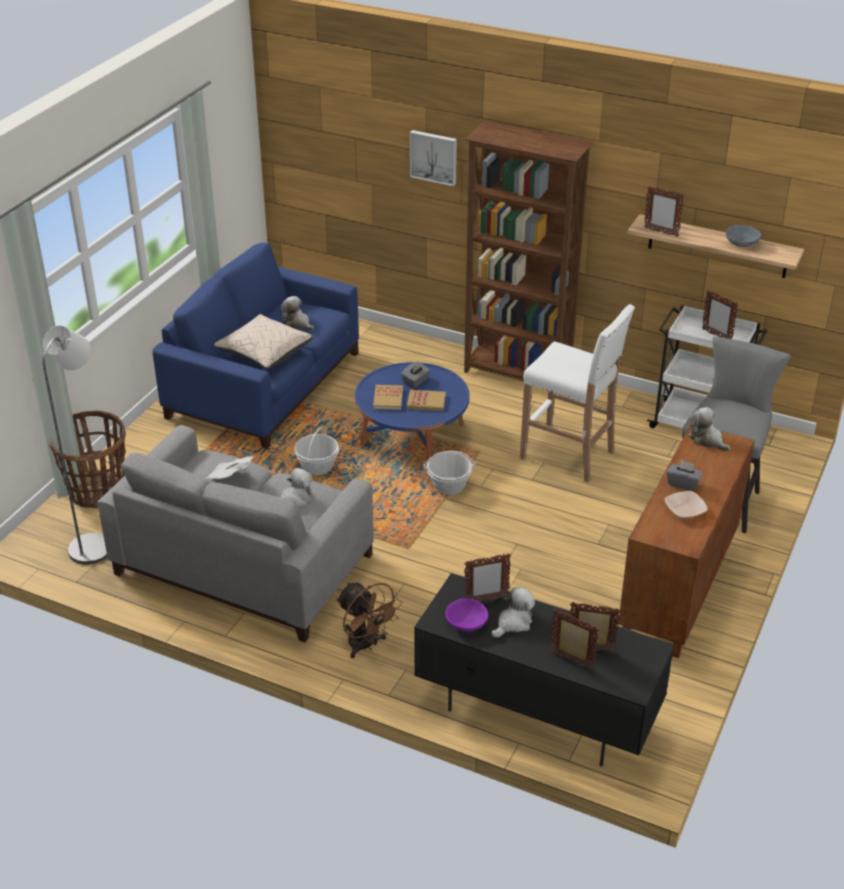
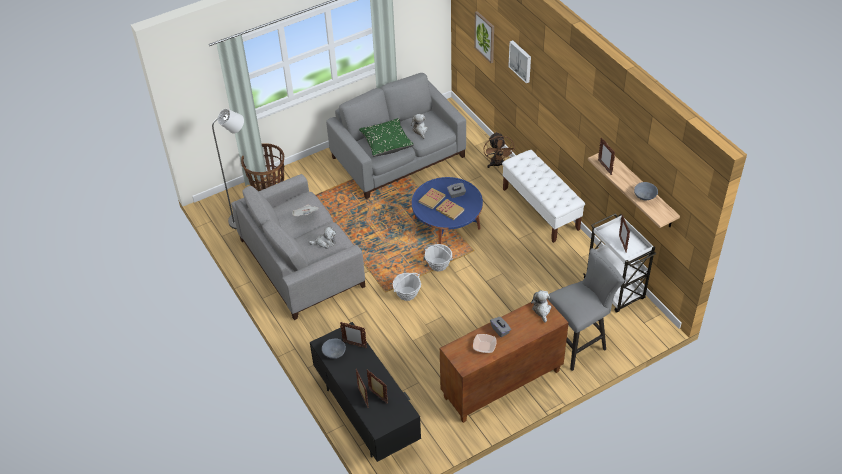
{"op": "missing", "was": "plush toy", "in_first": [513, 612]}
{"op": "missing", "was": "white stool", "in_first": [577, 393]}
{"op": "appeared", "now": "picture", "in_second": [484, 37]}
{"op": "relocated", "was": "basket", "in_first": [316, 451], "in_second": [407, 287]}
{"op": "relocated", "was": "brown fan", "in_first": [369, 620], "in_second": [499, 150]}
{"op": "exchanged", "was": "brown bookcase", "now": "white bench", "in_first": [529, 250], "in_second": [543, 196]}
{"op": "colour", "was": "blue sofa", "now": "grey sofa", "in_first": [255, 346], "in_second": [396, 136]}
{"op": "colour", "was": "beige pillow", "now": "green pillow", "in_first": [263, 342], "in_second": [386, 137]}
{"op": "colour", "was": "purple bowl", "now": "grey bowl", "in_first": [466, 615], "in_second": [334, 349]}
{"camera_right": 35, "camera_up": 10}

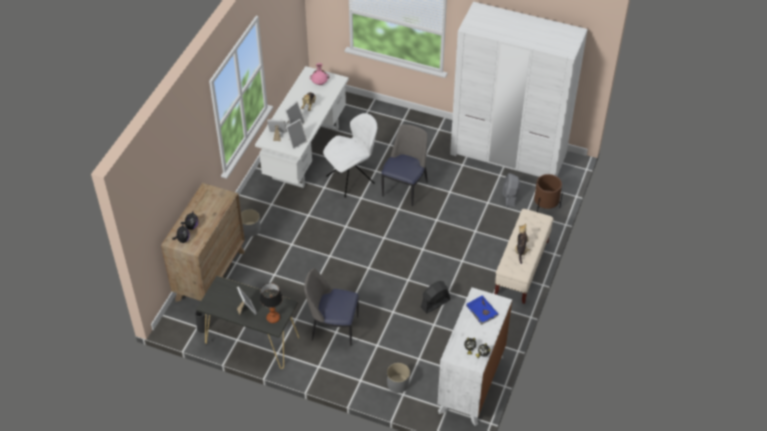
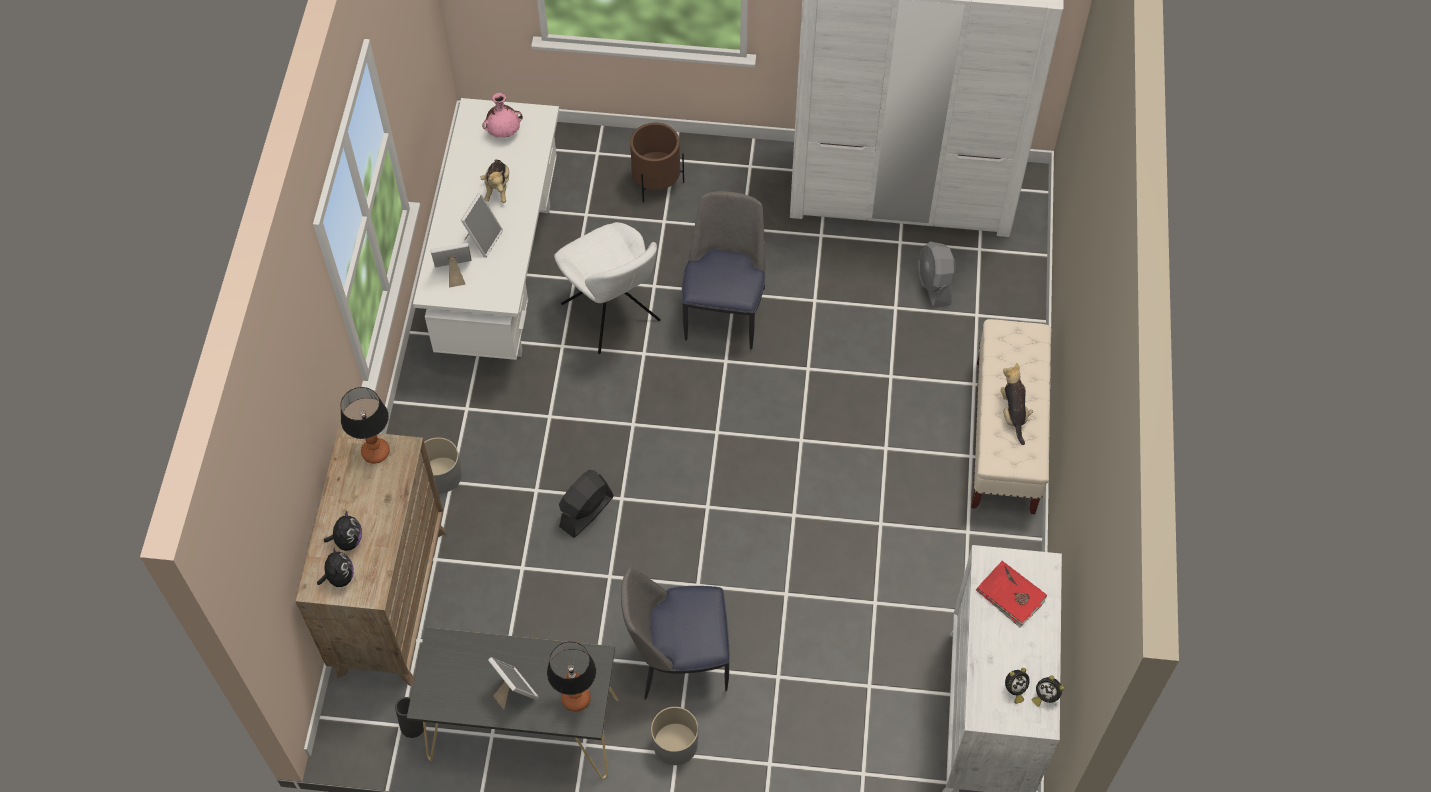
{"op": "missing", "was": "picture frame", "in_first": [296, 134]}
{"op": "appeared", "now": "table lamp", "in_second": [365, 425]}
{"op": "relocated", "was": "grey planter", "in_first": [398, 378], "in_second": [674, 736]}
{"op": "relocated", "was": "black fan", "in_first": [435, 297], "in_second": [586, 504]}
{"op": "relocated", "was": "brown planter", "in_first": [548, 193], "in_second": [657, 163]}
{"op": "colour", "was": "blue book", "now": "red book", "in_first": [482, 310], "in_second": [1011, 594]}
{"op": "spun", "was": "white chair", "in_first": [350, 155], "in_second": [607, 288], "clockwise": 105}
{"camera_right": -15, "camera_up": 10}

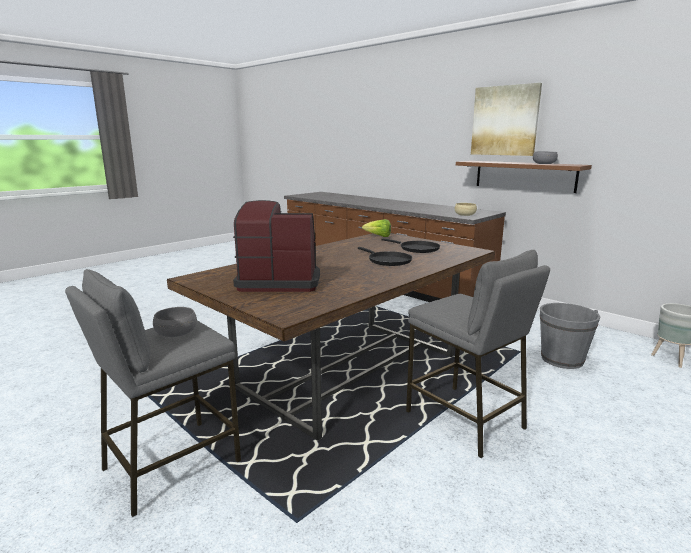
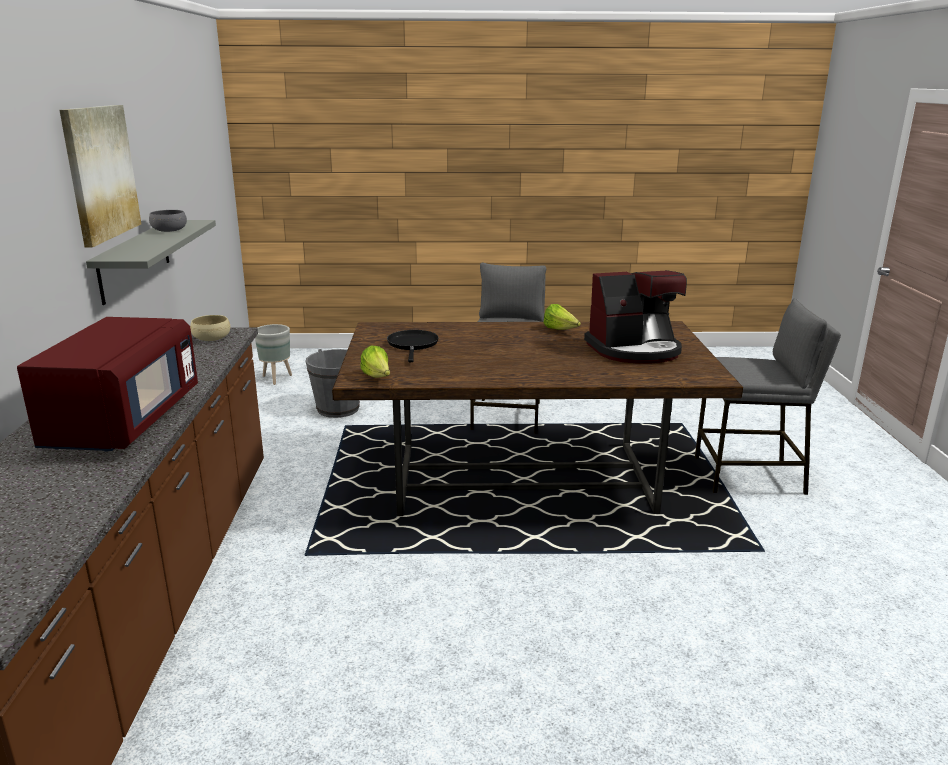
{"op": "missing", "was": "grey bowl", "in_first": [175, 322]}
{"op": "missing", "was": "black frying pan", "in_first": [385, 256]}
{"op": "appeared", "now": "red microwave", "in_second": [107, 384]}
{"op": "appeared", "now": "lettuce", "in_second": [562, 317]}
{"op": "colour", "was": "brown shelf", "now": "grey shelf", "in_first": [524, 177], "in_second": [151, 262]}
{"op": "spun", "was": "coffee machine", "in_first": [276, 246], "in_second": [635, 316], "clockwise": -60}
{"camera_right": -135, "camera_up": 5}

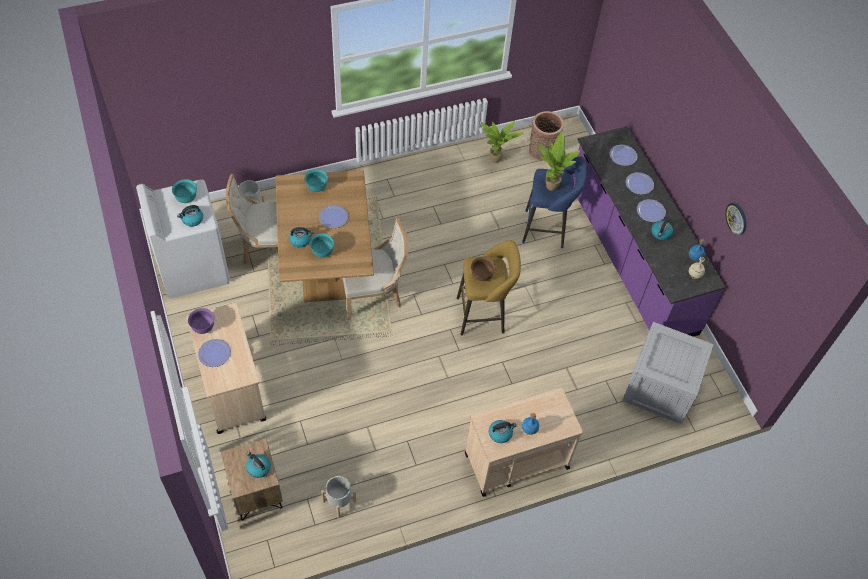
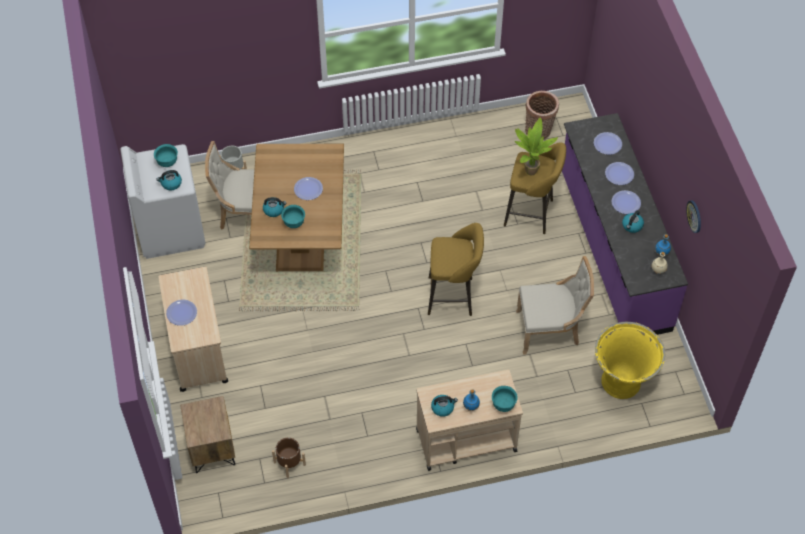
{"op": "missing", "was": "purple bowl", "in_first": [201, 321]}
{"op": "missing", "was": "kettle", "in_first": [258, 464]}
{"op": "missing", "was": "brown bowl", "in_first": [483, 269]}
{"op": "missing", "was": "potted plant", "in_first": [502, 142]}
{"op": "relocated", "was": "turquoise bowl", "in_first": [316, 180], "in_second": [505, 399]}
{"op": "relocated", "was": "beige chair", "in_first": [374, 269], "in_second": [555, 305]}
{"op": "exchanged", "was": "crate", "now": "yellow planter", "in_first": [668, 373], "in_second": [630, 360]}
{"op": "colour", "was": "grey planter", "now": "brown planter", "in_first": [338, 496], "in_second": [289, 458]}
{"op": "colour", "was": "blue stool", "now": "yellow stool", "in_first": [554, 202], "in_second": [535, 188]}
{"camera_right": 10, "camera_up": 0}

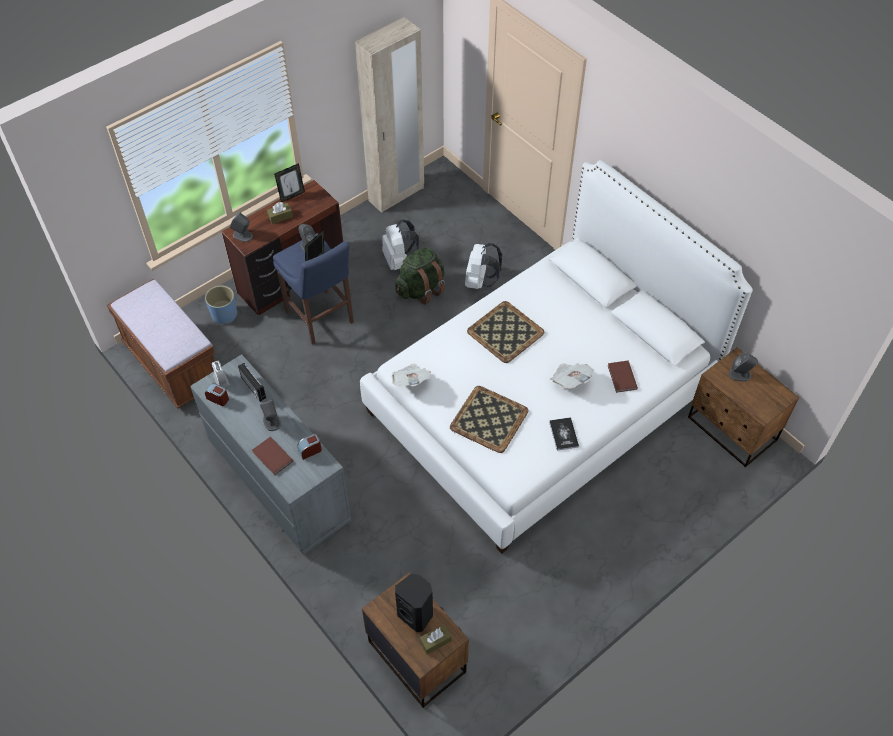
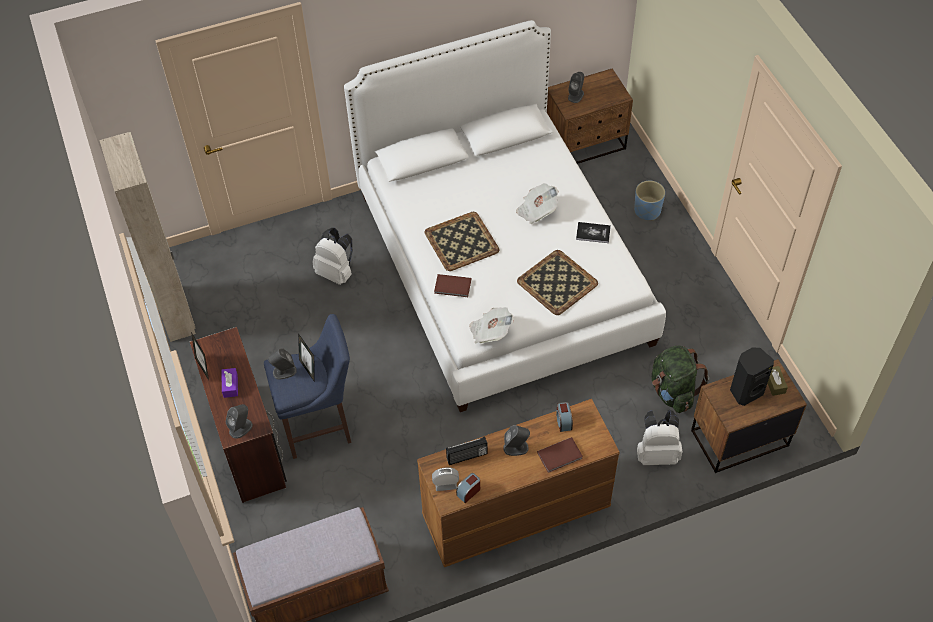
{"op": "relocated", "was": "blue planter", "in_first": [221, 305], "in_second": [649, 200]}
{"op": "relocated", "was": "white backpack", "in_first": [400, 245], "in_second": [659, 437]}
{"op": "relocated", "was": "green backpack", "in_first": [420, 276], "in_second": [680, 379]}
{"op": "relocated", "was": "brown book", "in_first": [623, 377], "in_second": [452, 285]}
{"op": "colour", "was": "grey dresser", "now": "brown dresser", "in_first": [271, 454], "in_second": [518, 483]}
{"op": "colour", "was": "brown tissue box", "now": "purple tissue box", "in_first": [280, 213], "in_second": [229, 383]}
{"camera_right": -70, "camera_up": 0}

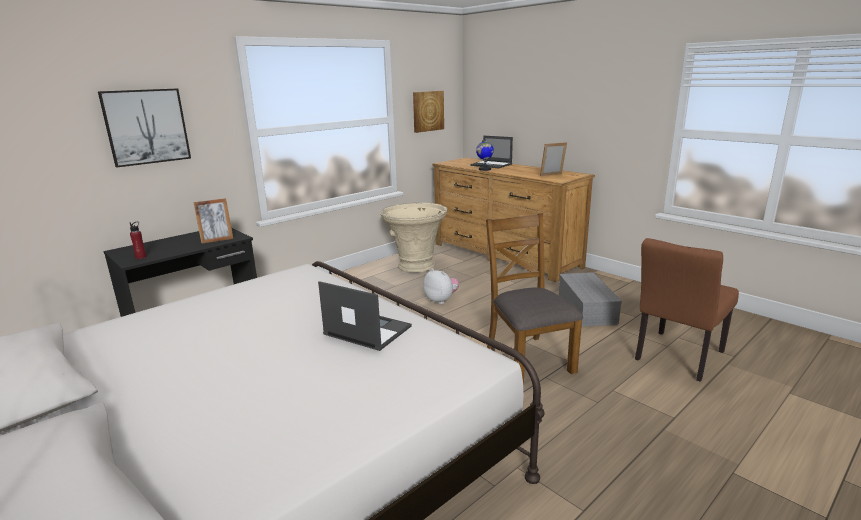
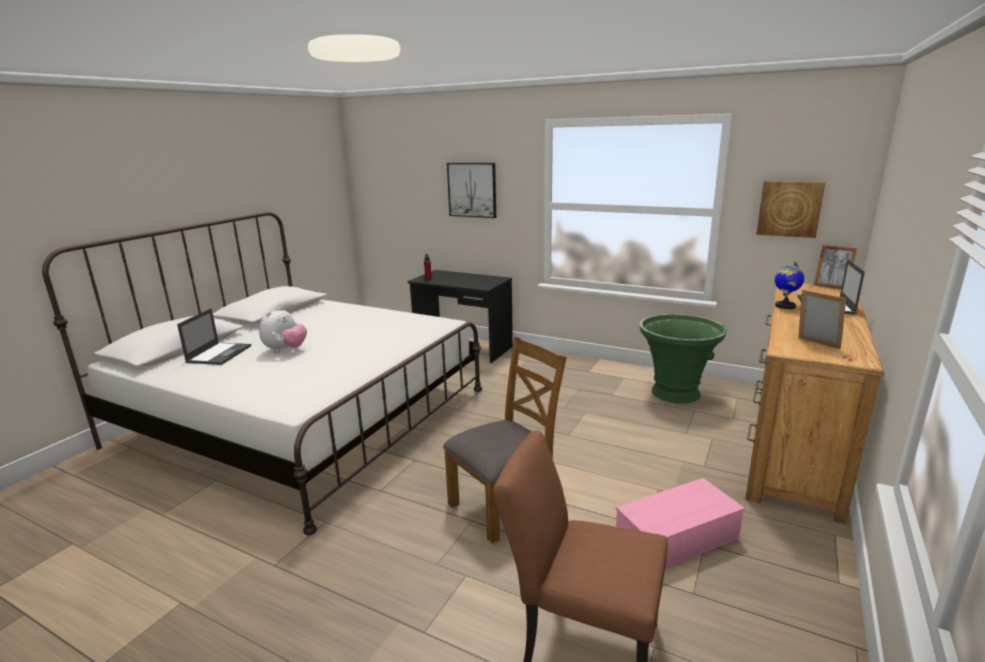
{"op": "relocated", "was": "picture frame", "in_first": [213, 221], "in_second": [835, 267]}
{"op": "relocated", "was": "laptop", "in_first": [365, 316], "in_second": [214, 336]}
{"op": "relocated", "was": "plush toy", "in_first": [441, 286], "in_second": [283, 329]}
{"op": "colour", "was": "beige planter", "now": "green planter", "in_first": [413, 238], "in_second": [683, 358]}
{"op": "colour", "was": "grey storage box", "now": "pink storage box", "in_first": [590, 299], "in_second": [680, 523]}
{"camera_right": 70, "camera_up": 0}

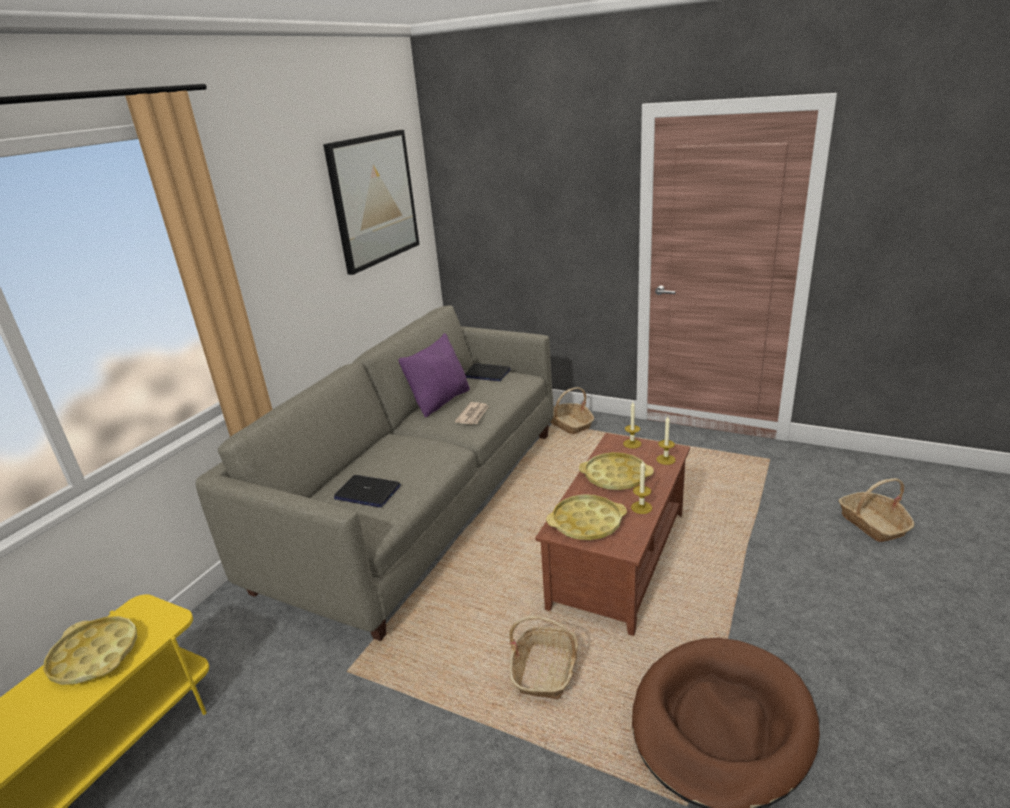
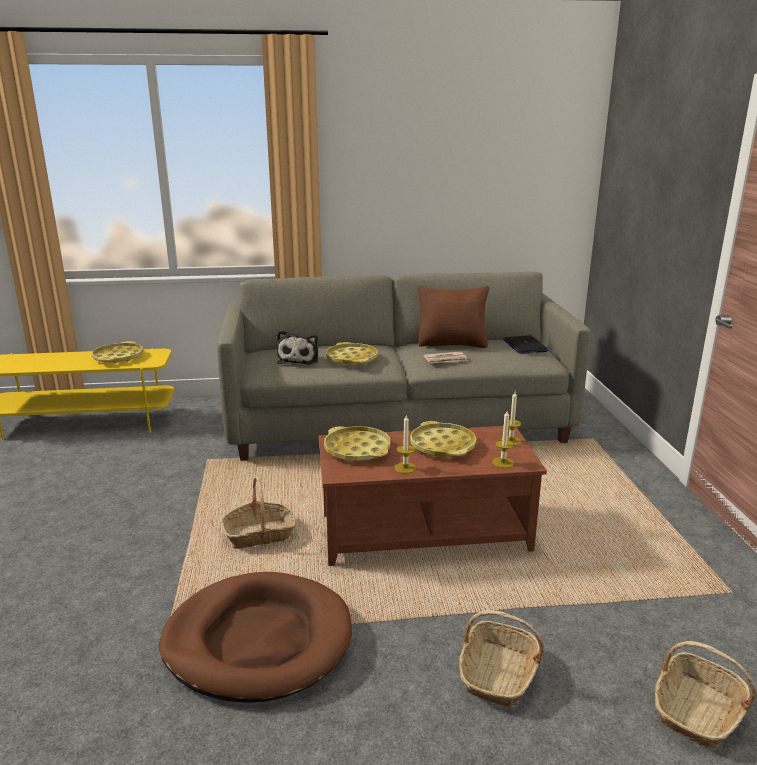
{"op": "missing", "was": "picture", "in_first": [371, 202]}
{"op": "appeared", "now": "yellow tray", "in_second": [352, 354]}
{"op": "relocated", "was": "basket", "in_first": [572, 410], "in_second": [501, 658]}
{"op": "exchanged", "was": "laptop", "now": "plush toy", "in_first": [367, 491], "in_second": [297, 347]}
{"op": "colour", "was": "purple pillow", "now": "brown pillow", "in_first": [434, 375], "in_second": [453, 317]}
{"camera_right": 55, "camera_up": -5}

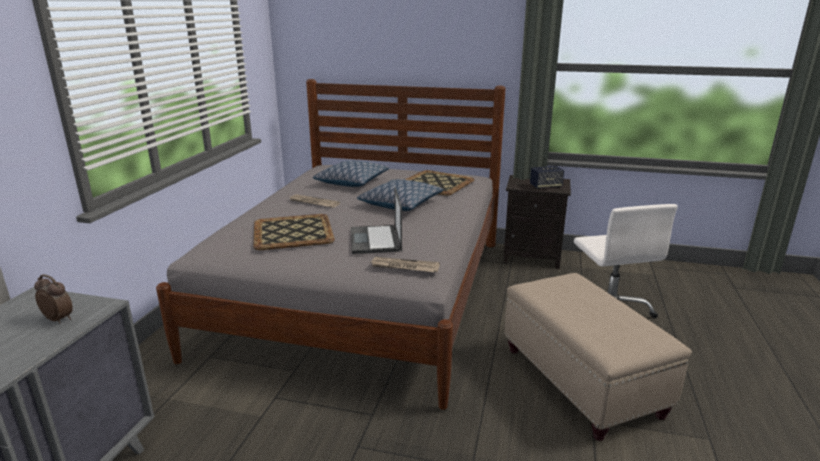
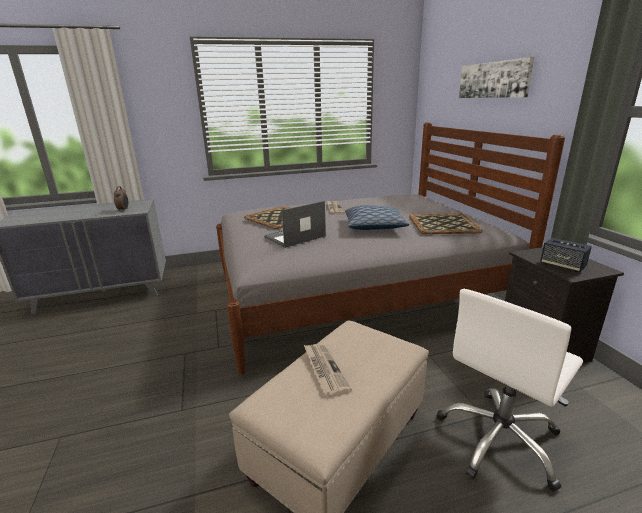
{"op": "missing", "was": "pillow", "in_first": [351, 173]}
{"op": "appeared", "now": "picture", "in_second": [496, 77]}
{"op": "relocated", "was": "newspaper", "in_first": [405, 264], "in_second": [328, 370]}
{"camera_right": 60, "camera_up": 0}

